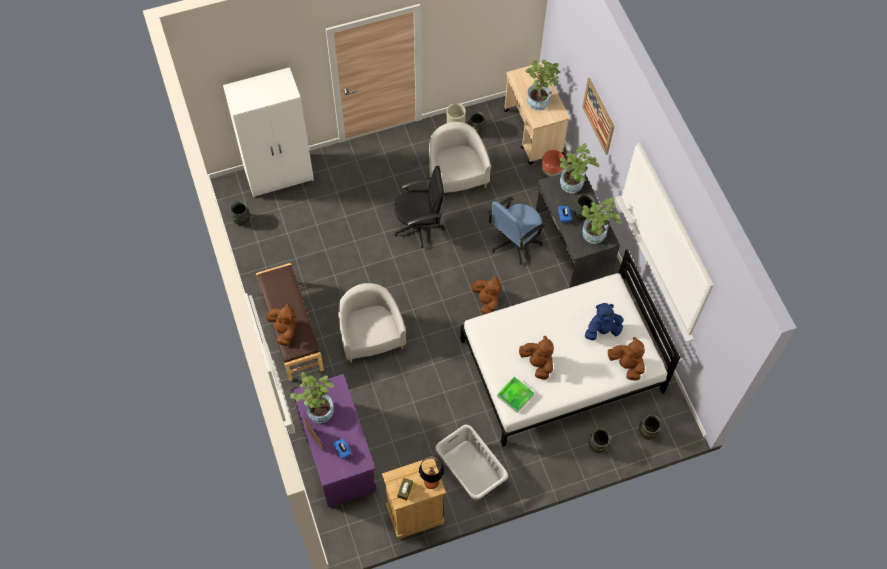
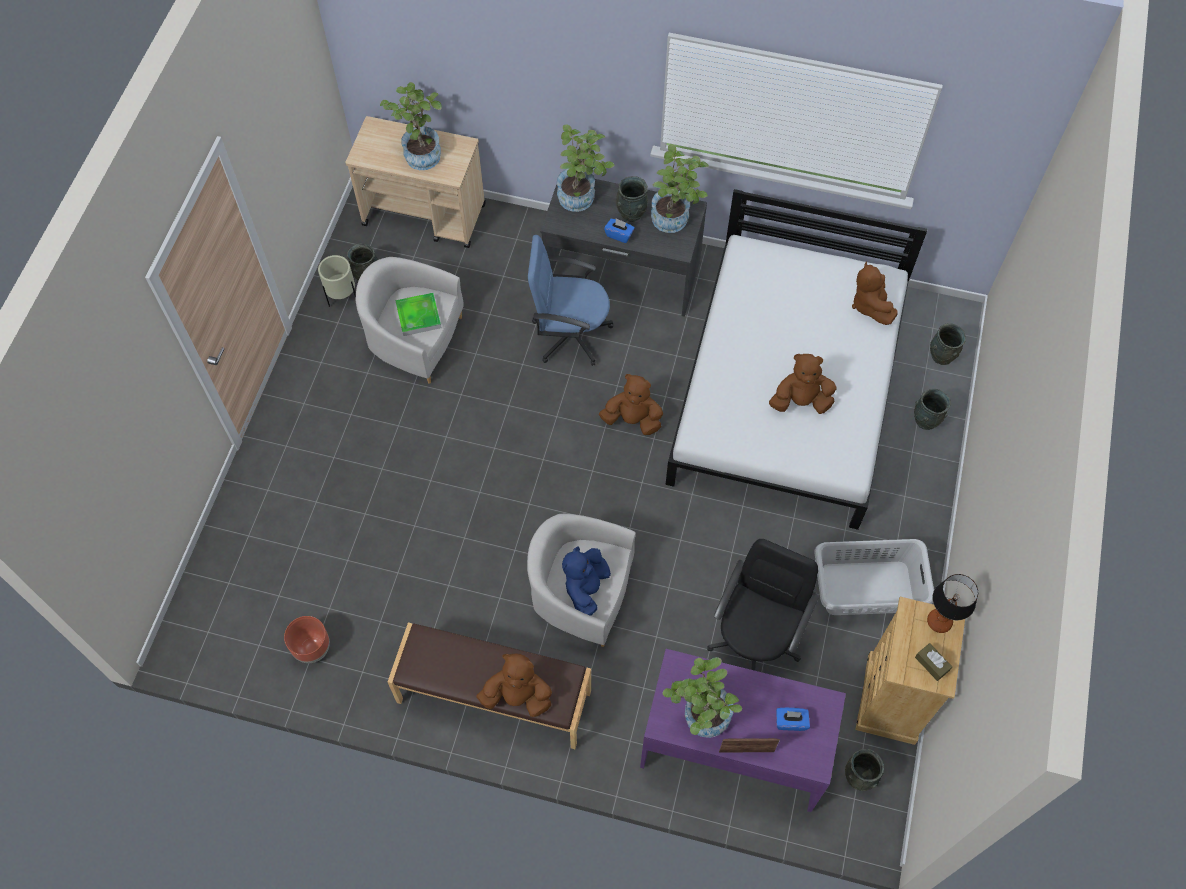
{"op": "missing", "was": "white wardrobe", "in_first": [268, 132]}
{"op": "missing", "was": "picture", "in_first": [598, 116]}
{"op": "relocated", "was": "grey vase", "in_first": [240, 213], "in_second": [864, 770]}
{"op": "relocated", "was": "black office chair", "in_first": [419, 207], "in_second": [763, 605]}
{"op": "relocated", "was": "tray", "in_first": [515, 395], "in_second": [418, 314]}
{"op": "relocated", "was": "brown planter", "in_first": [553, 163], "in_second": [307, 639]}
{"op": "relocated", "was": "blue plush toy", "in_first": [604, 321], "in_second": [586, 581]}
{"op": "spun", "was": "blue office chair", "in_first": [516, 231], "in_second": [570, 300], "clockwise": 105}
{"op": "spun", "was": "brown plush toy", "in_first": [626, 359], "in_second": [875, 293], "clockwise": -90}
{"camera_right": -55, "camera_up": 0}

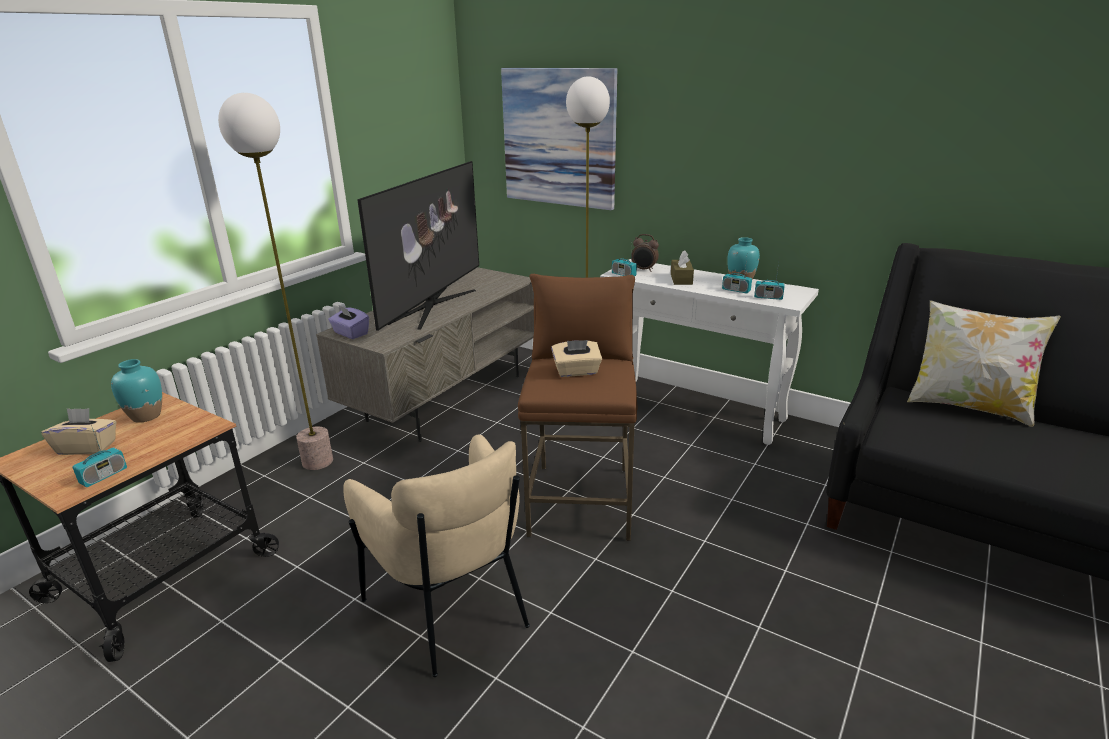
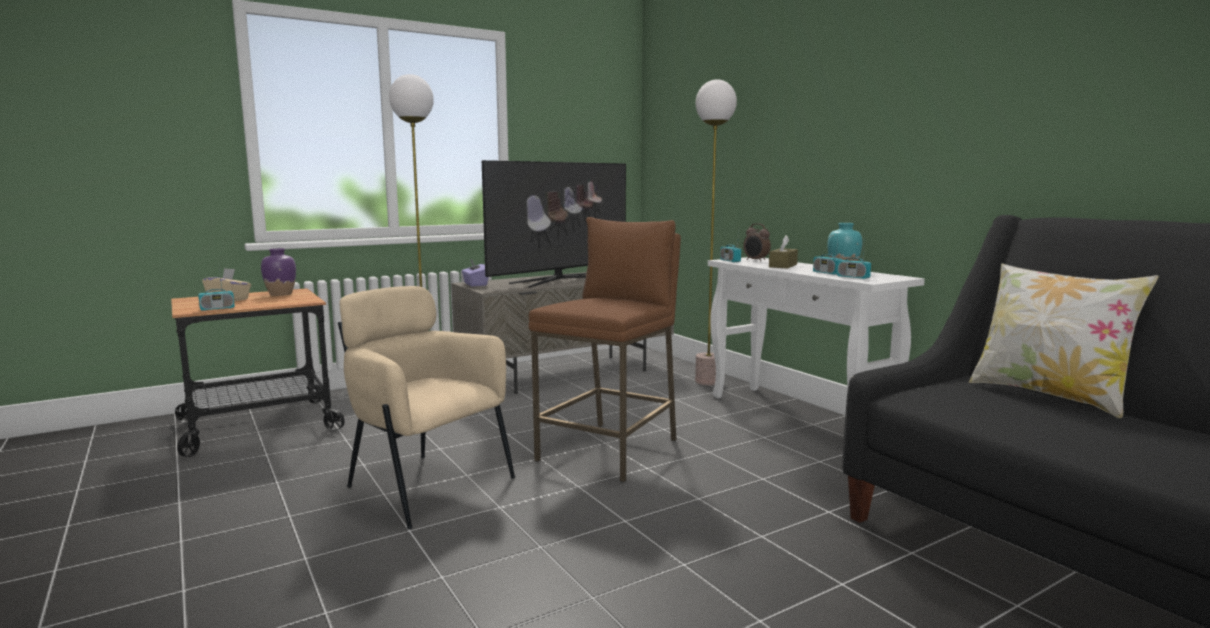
{"op": "missing", "was": "picture", "in_first": [559, 139]}
{"op": "missing", "was": "beige tissue box", "in_first": [576, 358]}
{"op": "colour", "was": "turquoise vase", "now": "purple vase", "in_first": [136, 391], "in_second": [278, 272]}
{"op": "spun", "was": "beige armchair", "in_first": [436, 555], "in_second": [426, 407], "clockwise": 135}
{"camera_right": 25, "camera_up": -15}

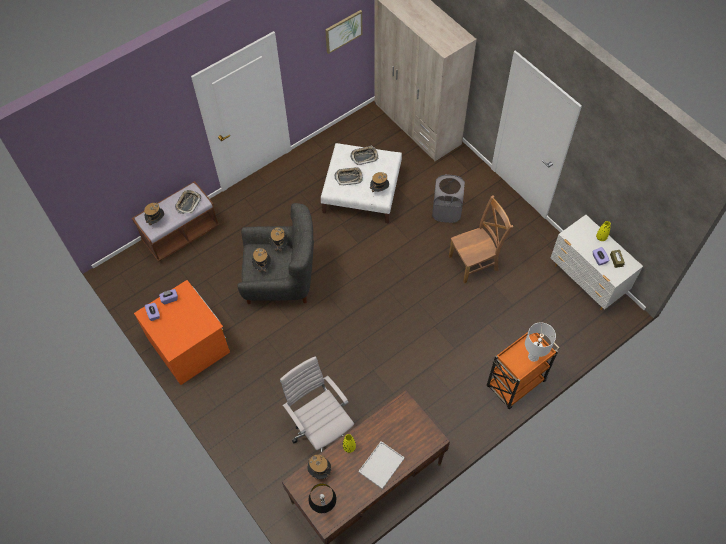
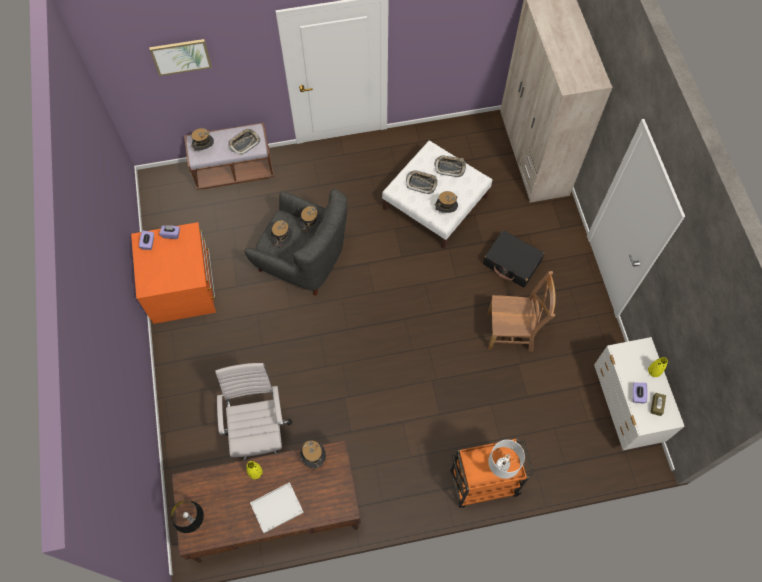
{"op": "relocated", "was": "hat", "in_first": [319, 467], "in_second": [313, 455]}
{"op": "relocated", "was": "picture", "in_first": [344, 32], "in_second": [180, 57]}
{"op": "exchanged", "was": "grey laundry basket", "now": "black suitcase", "in_first": [448, 198], "in_second": [514, 258]}
{"camera_right": 25, "camera_up": 5}

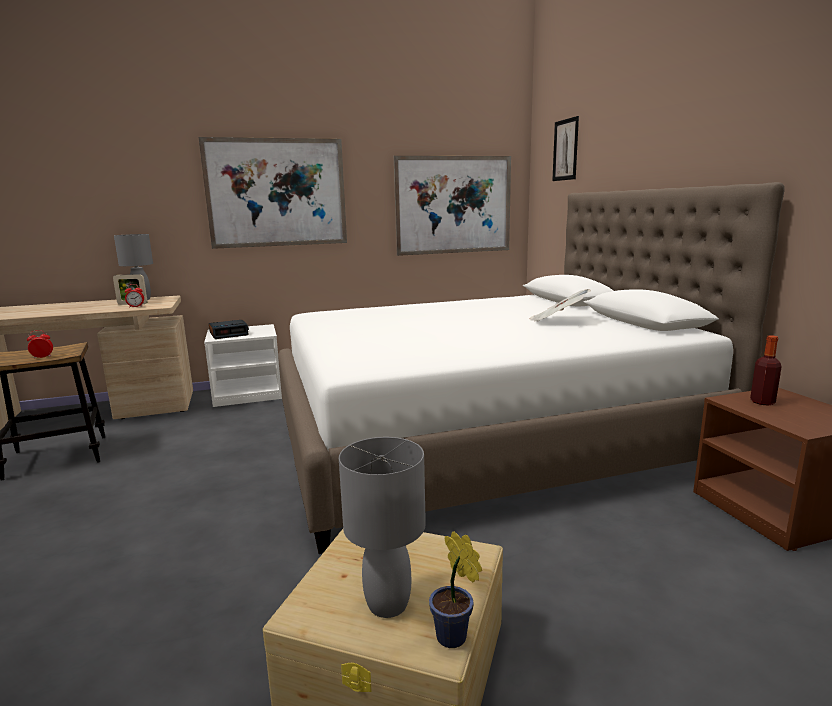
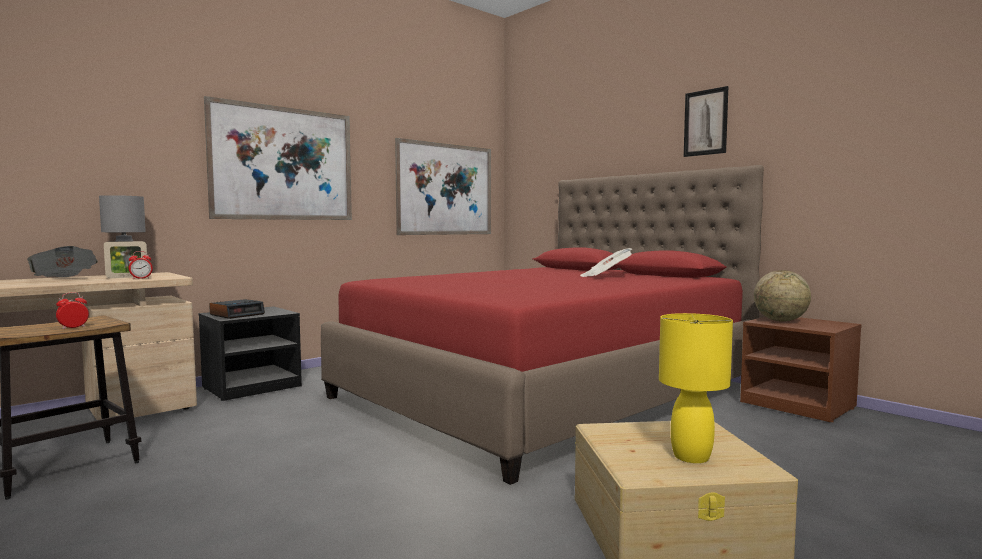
{"op": "missing", "was": "potted plant", "in_first": [455, 589]}
{"op": "appeared", "now": "newspaper", "in_second": [62, 261]}
{"op": "relocated", "was": "picture", "in_first": [565, 148], "in_second": [706, 121]}
{"op": "exchanged", "was": "bottle", "now": "globe", "in_first": [766, 370], "in_second": [782, 296]}
{"op": "colour", "was": "white nightstand", "now": "black nightstand", "in_first": [243, 365], "in_second": [250, 353]}
{"op": "colour", "was": "white bed", "now": "red bed", "in_first": [531, 368], "in_second": [542, 325]}
{"op": "colour", "was": "grey table lamp", "now": "yellow table lamp", "in_first": [382, 527], "in_second": [696, 388]}
{"camera_right": -25, "camera_up": -10}

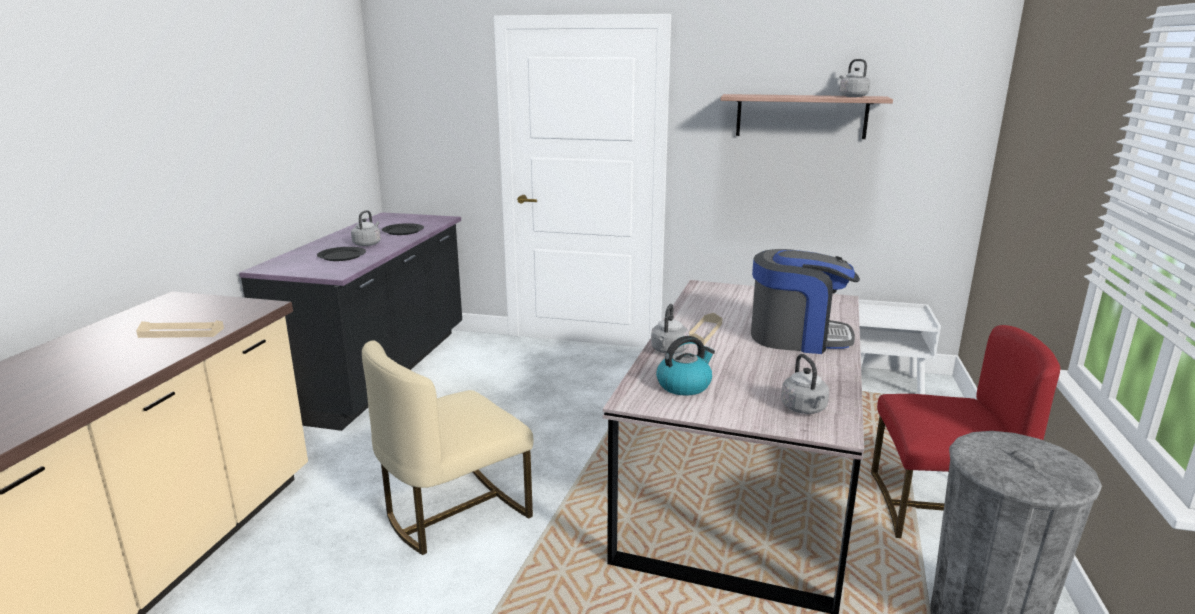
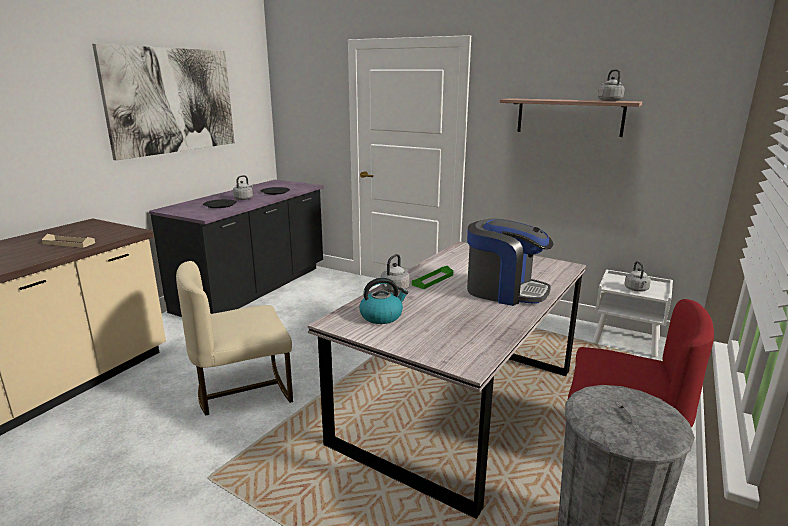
{"op": "appeared", "now": "picture", "in_second": [163, 102]}
{"op": "relocated", "was": "grey kettle", "in_first": [805, 384], "in_second": [637, 276]}
{"op": "colour", "was": "beige tray", "now": "green tray", "in_first": [706, 329], "in_second": [432, 277]}
{"camera_right": 15, "camera_up": 0}

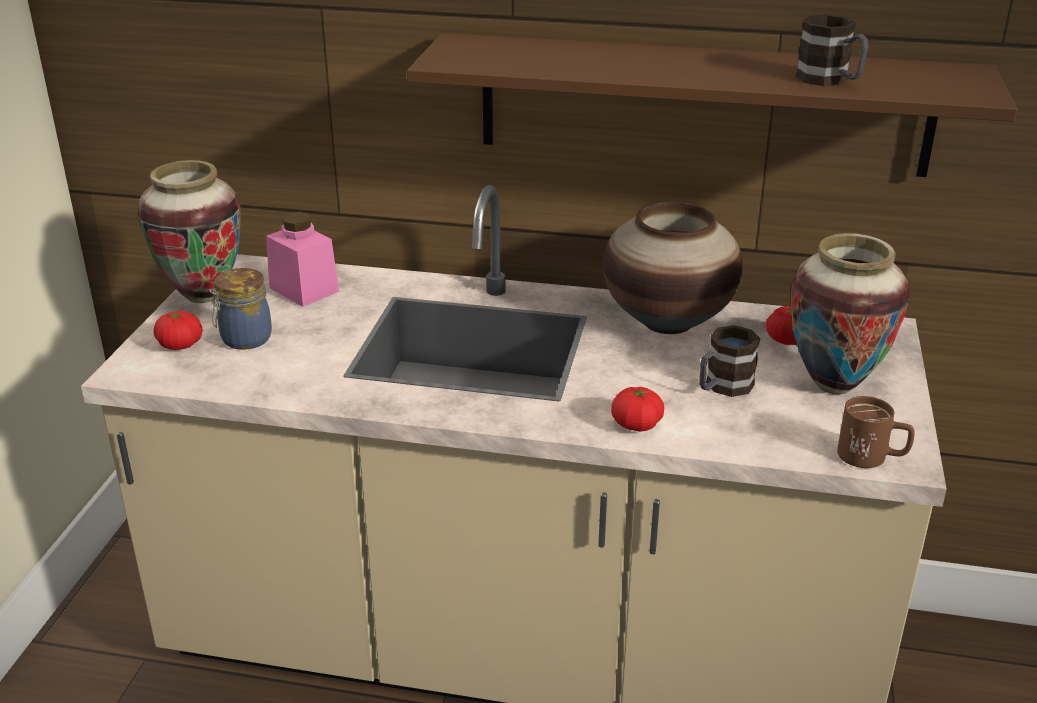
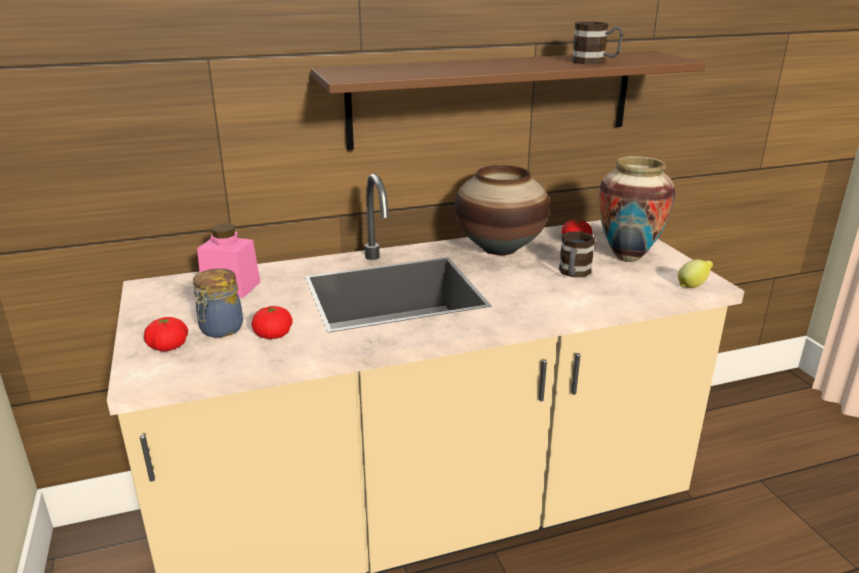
{"op": "missing", "was": "vase", "in_first": [189, 231]}
{"op": "relocated", "was": "tomato", "in_first": [637, 409], "in_second": [272, 322]}
{"op": "exchanged", "was": "brown mug", "now": "lemon", "in_first": [876, 432], "in_second": [695, 274]}
{"camera_right": -30, "camera_up": -5}

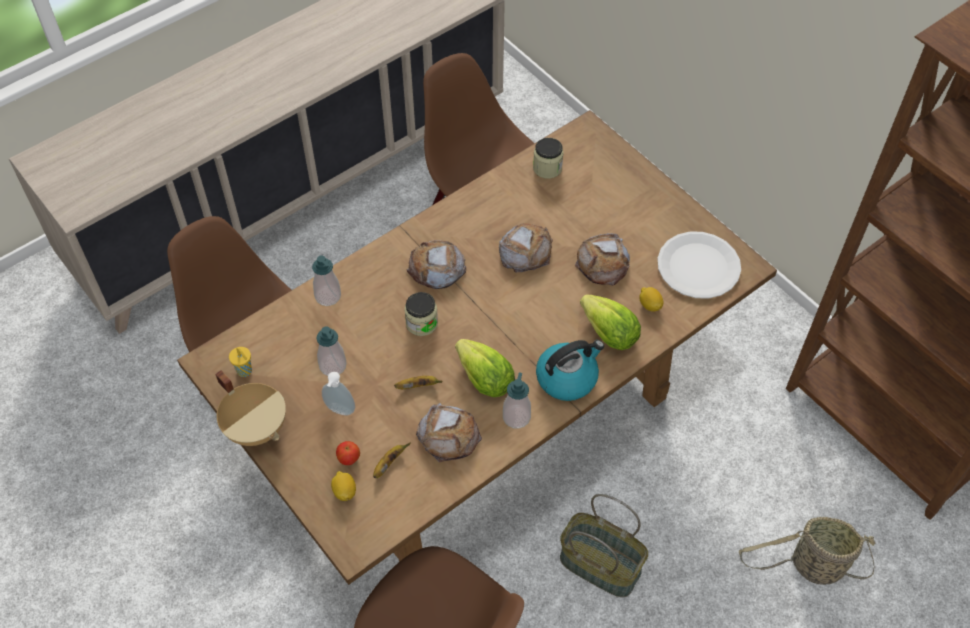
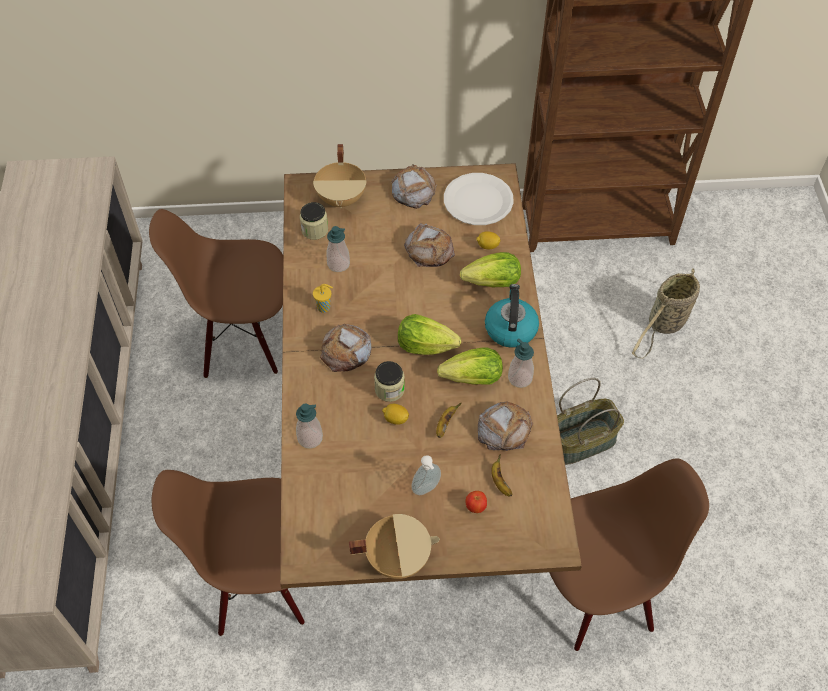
{"op": "appeared", "now": "beige cooking pot", "in_second": [340, 176]}
{"op": "appeared", "now": "lettuce", "in_second": [429, 334]}
{"op": "relocated", "was": "yellow cup", "in_first": [240, 362], "in_second": [323, 298]}
{"op": "relocated", "was": "soap dispenser", "in_first": [331, 351], "in_second": [338, 249]}
{"op": "relocated", "was": "lemon", "in_first": [343, 486], "in_second": [395, 414]}
{"op": "relocated", "was": "bread", "in_first": [526, 248], "in_second": [414, 186]}
{"camera_right": -55, "camera_up": 0}

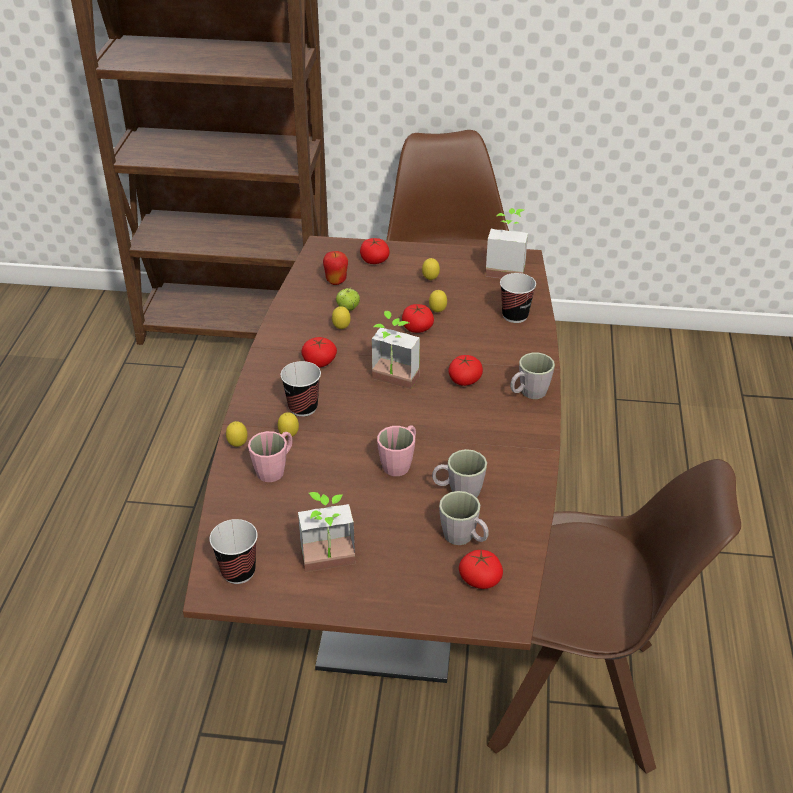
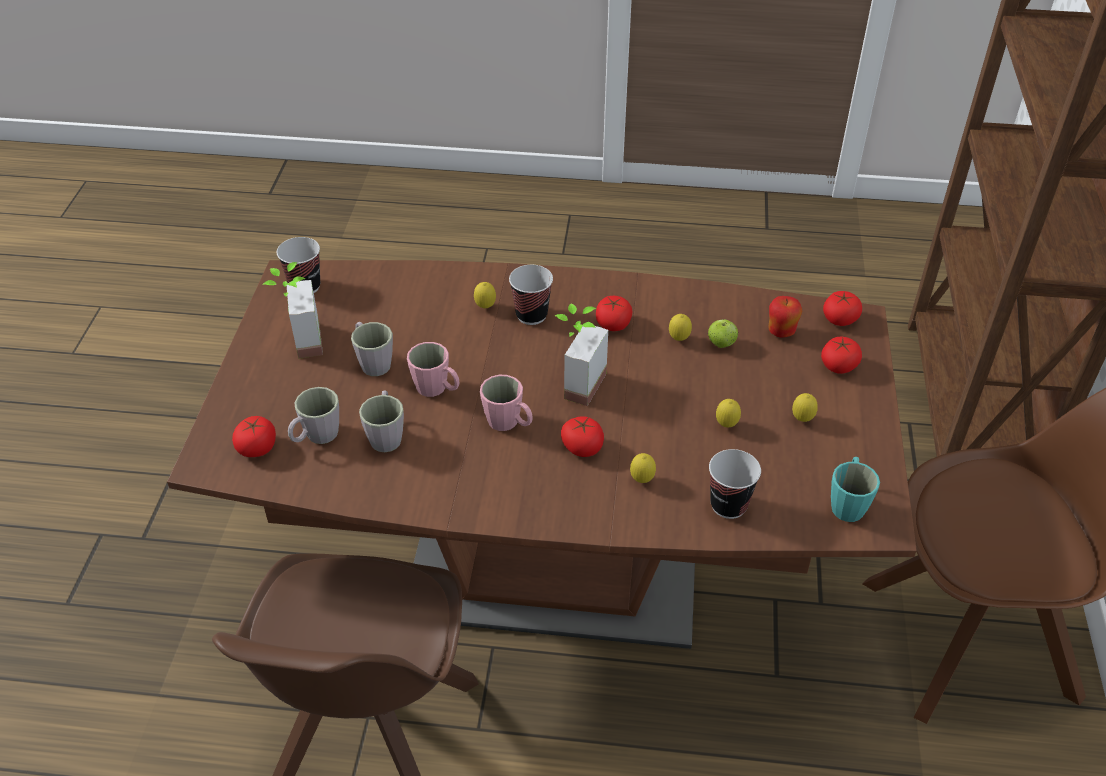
{"op": "relocated", "was": "lemon", "in_first": [237, 434], "in_second": [643, 468]}
{"op": "relocated", "was": "pink mug", "in_first": [270, 456], "in_second": [506, 403]}
{"op": "relocated", "was": "tomato", "in_first": [418, 318], "in_second": [842, 308]}
{"op": "relocated", "was": "grey mug", "in_first": [532, 376], "in_second": [372, 349]}
{"op": "exchanged", "was": "potted plant", "now": "turquoise mug", "in_first": [506, 243], "in_second": [855, 489]}
{"camera_right": 90, "camera_up": 5}

